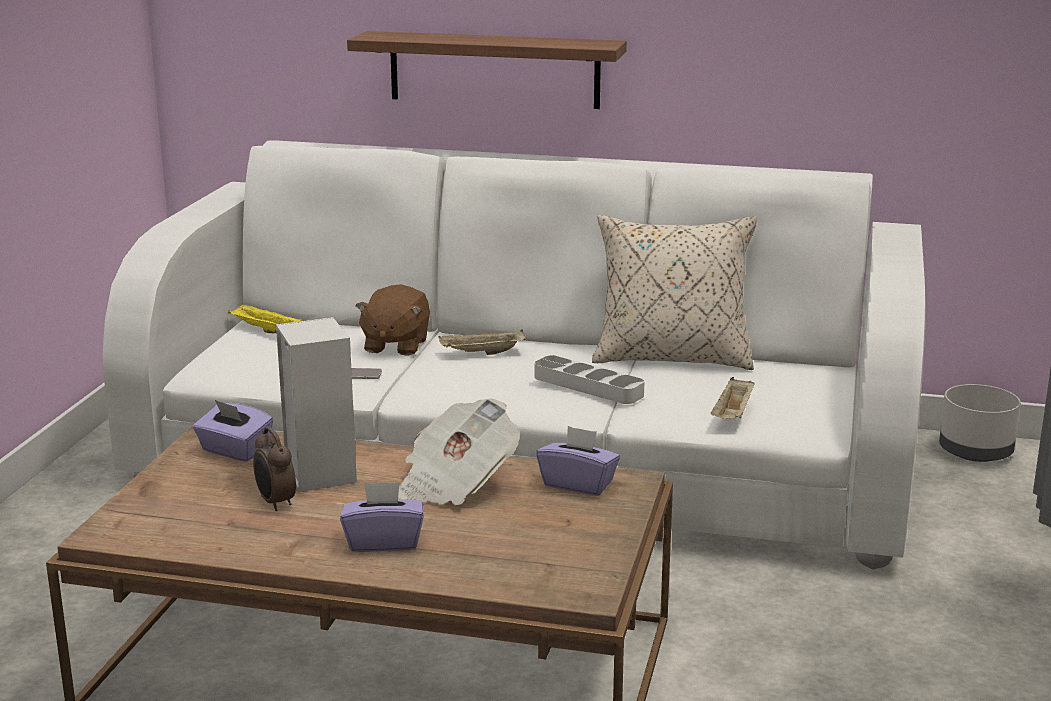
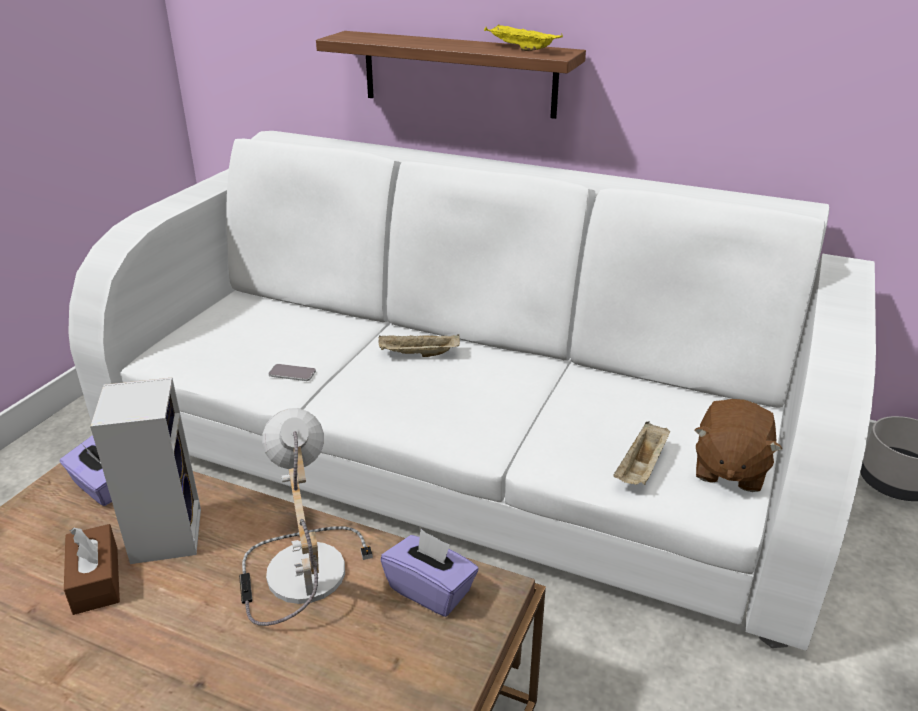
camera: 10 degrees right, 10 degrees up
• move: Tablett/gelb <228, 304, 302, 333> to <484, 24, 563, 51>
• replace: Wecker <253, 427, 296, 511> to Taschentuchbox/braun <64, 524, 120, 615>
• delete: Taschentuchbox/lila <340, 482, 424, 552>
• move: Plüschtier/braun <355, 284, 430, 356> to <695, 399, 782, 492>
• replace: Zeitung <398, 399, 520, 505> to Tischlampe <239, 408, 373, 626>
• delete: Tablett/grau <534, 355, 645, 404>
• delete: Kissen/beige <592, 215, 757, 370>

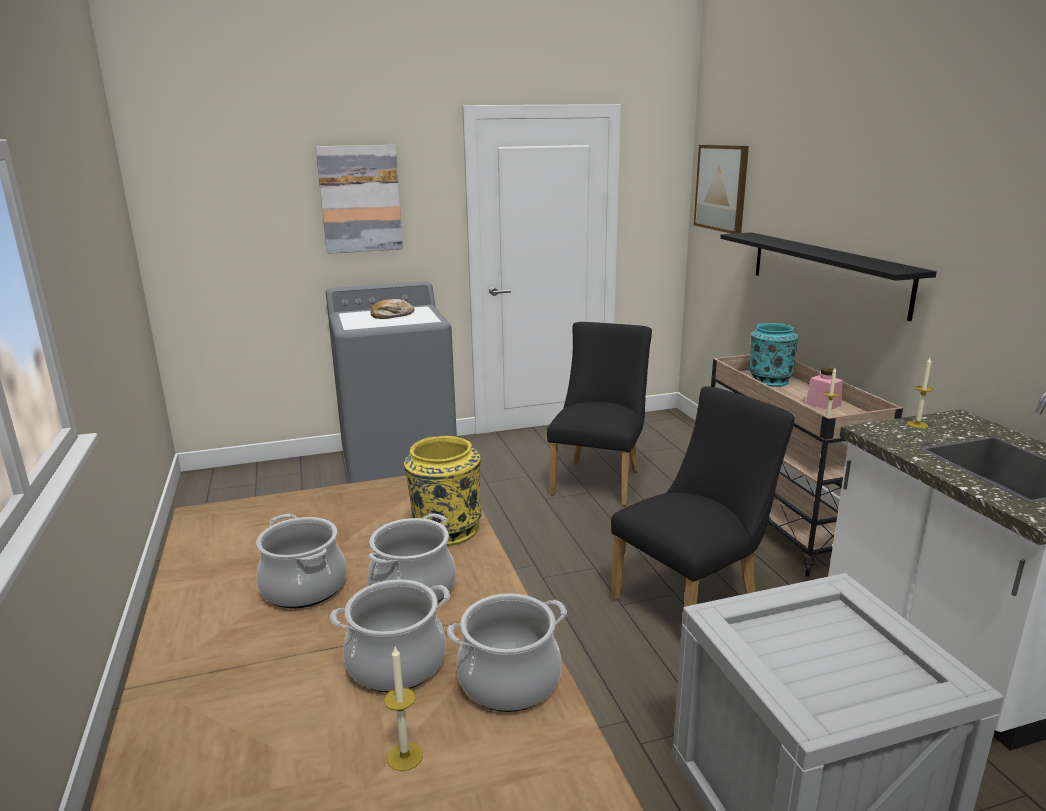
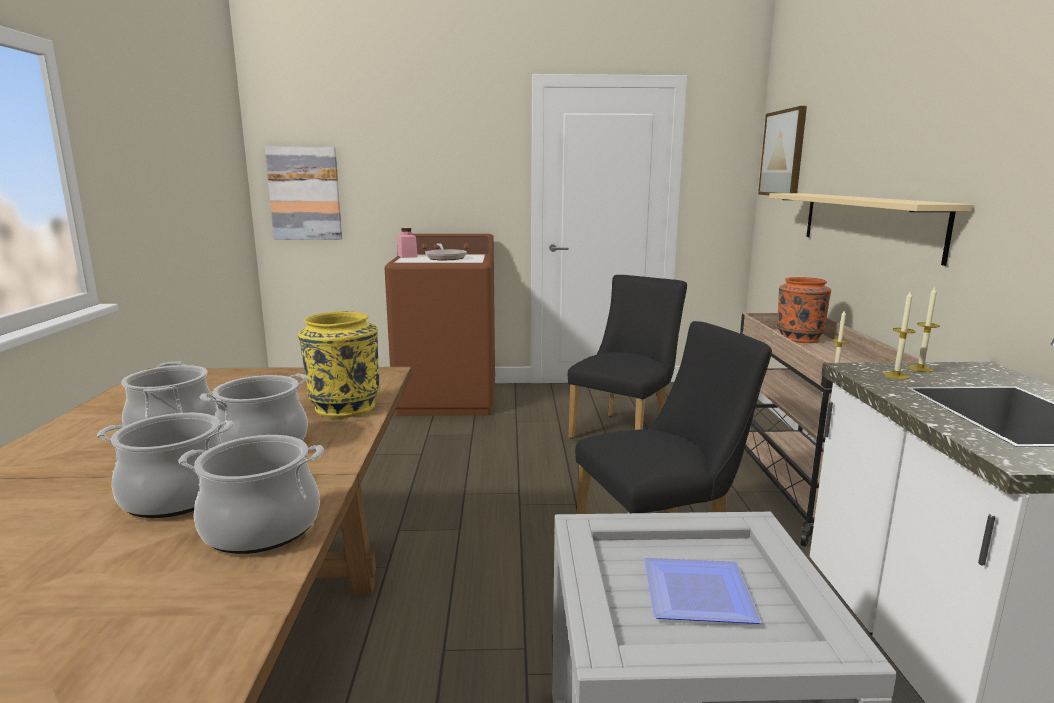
camera: 15 degrees right, 5 degrees down
• move: Bild <316, 145, 403, 254> to <265, 147, 342, 240>
• recolor: Waschmaschine/grau <326, 281, 457, 483> to Waschmaschine/braun <384, 234, 495, 416>
• replace: Brot <371, 299, 415, 319> to Pfanne <425, 243, 467, 261>
• move: Kerze <384, 647, 423, 771> to <884, 290, 915, 379>
• recolor: Wandregal/schwarz <720, 232, 937, 321> to Wandregal/beige <769, 193, 973, 266>
• recolor: Vase/türkis <749, 323, 798, 387> to Vase/orange <777, 277, 831, 343>
• move: Vorratsglas/rosa <806, 368, 843, 410> to <398, 228, 418, 258>
• insert: Teller <644, 558, 762, 624>

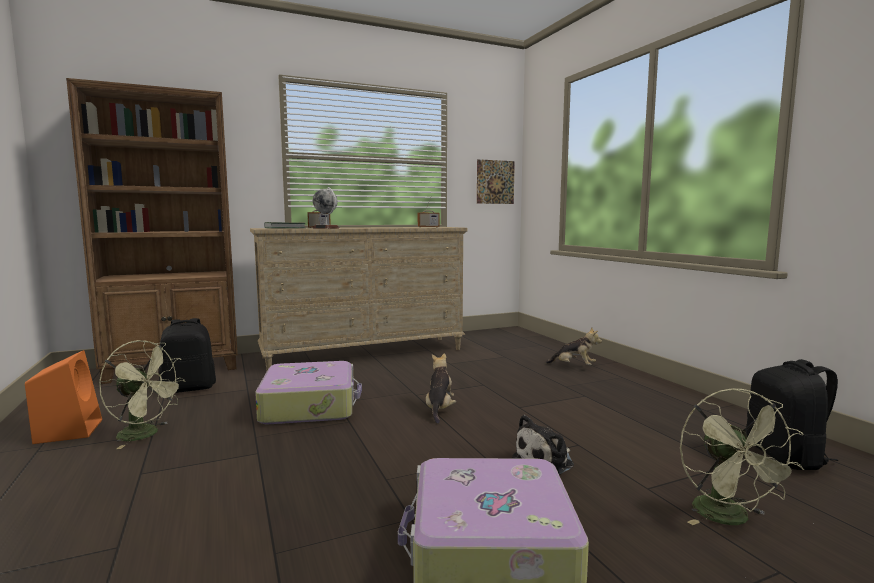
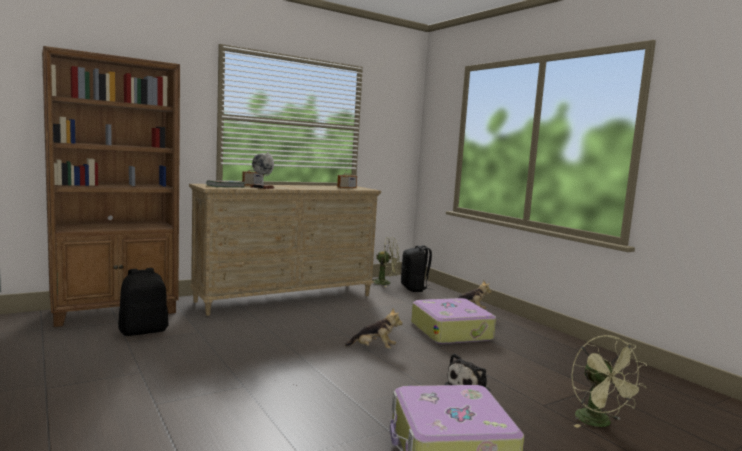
camera: 10 degrees left, 0 degrees up
• delete: Lautsprecher/orange <25, 350, 102, 444>
• move: Ventilator/grün <99, 340, 186, 449> to <373, 237, 400, 287>
• move: Koffer <255, 361, 362, 424> to <411, 298, 496, 344>
• rotate: Plüschtier <426, 353, 456, 424> = <345, 308, 403, 349> 105 degrees clockwise
• delete: Bild <477, 159, 515, 204>
• move: Rucksack/schwarz <746, 359, 839, 470> to <401, 245, 434, 292>

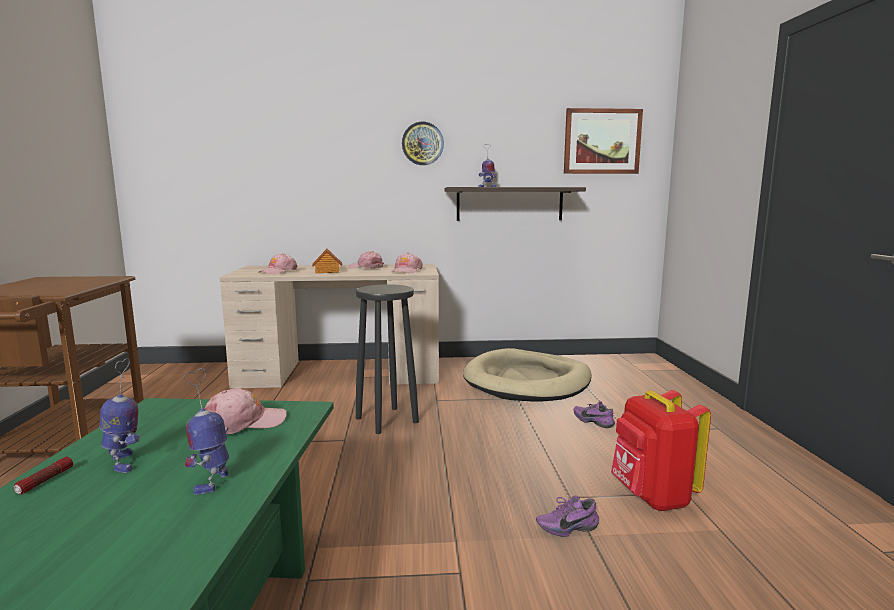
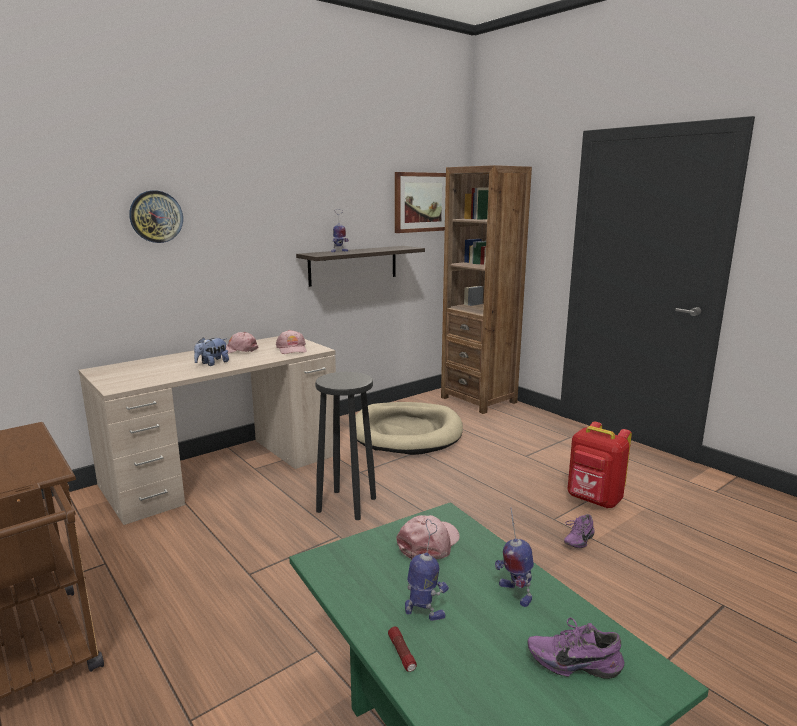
camera: 35 degrees left, 5 degrees up
• delete: Kappe/rosa <259, 253, 298, 274>
• replace: Spielzeughaus <312, 249, 342, 273> to Plüschtier <194, 337, 229, 366>
• move: Wanduhr <402, 122, 444, 165> to <129, 190, 183, 243>
• move: Schuh/lila <574, 401, 615, 428> to <528, 618, 625, 679>
• insert: Bücherregal/braun <441, 165, 532, 414>

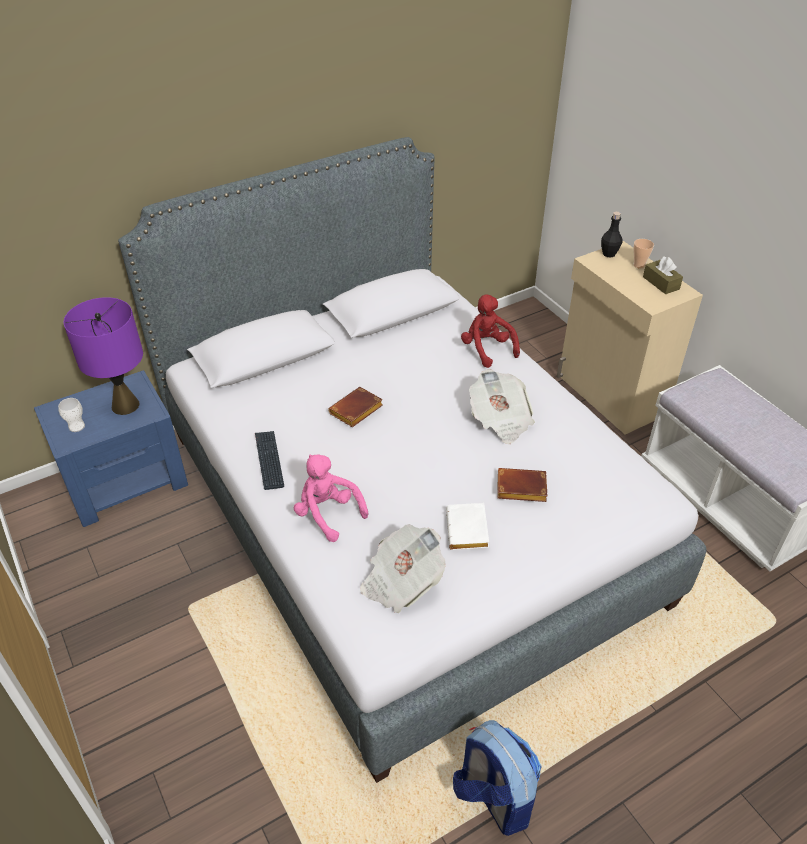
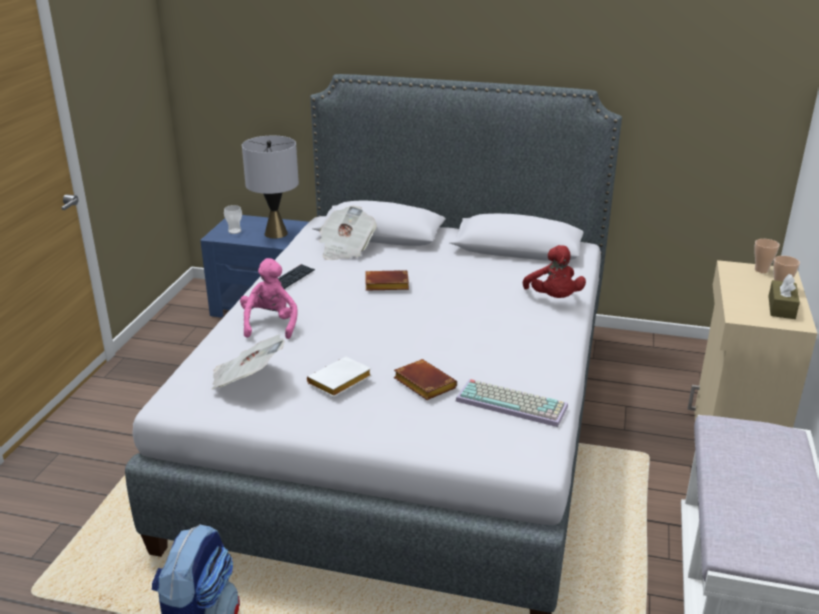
camera: 45 degrees right, 15 degrees down
• recolor: Tischlampe/lila <64, 297, 143, 415> to Tischlampe/grau <242, 136, 299, 239>
• rotate: Plüschtier/rot <461, 295, 520, 368> = <523, 245, 586, 298> 150 degrees clockwise
• move: Zeitung <469, 369, 535, 444> to <319, 206, 377, 260>
• replace: Flasche/schwarz <601, 212, 623, 257> to Tasse <754, 239, 780, 273>
• insert: Tastatur <456, 379, 568, 427>

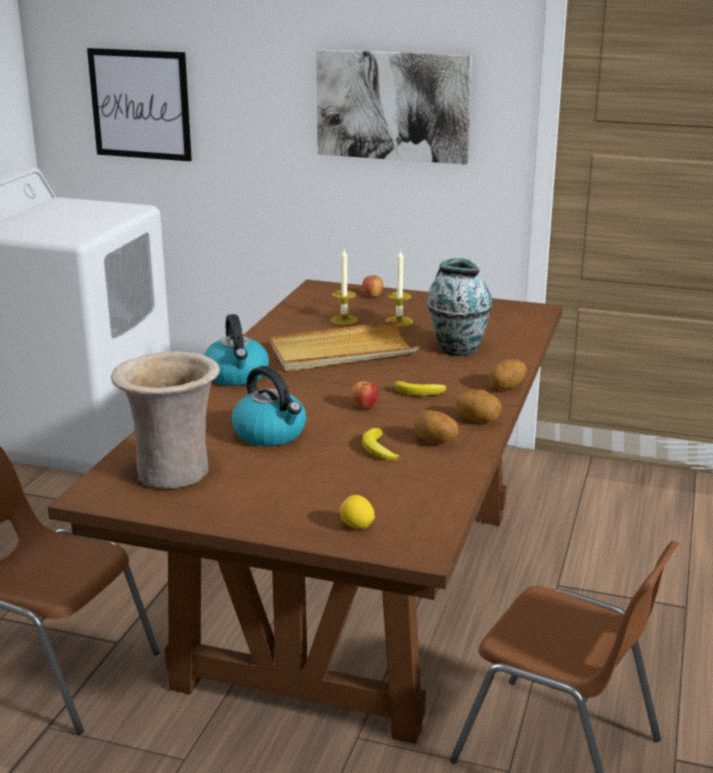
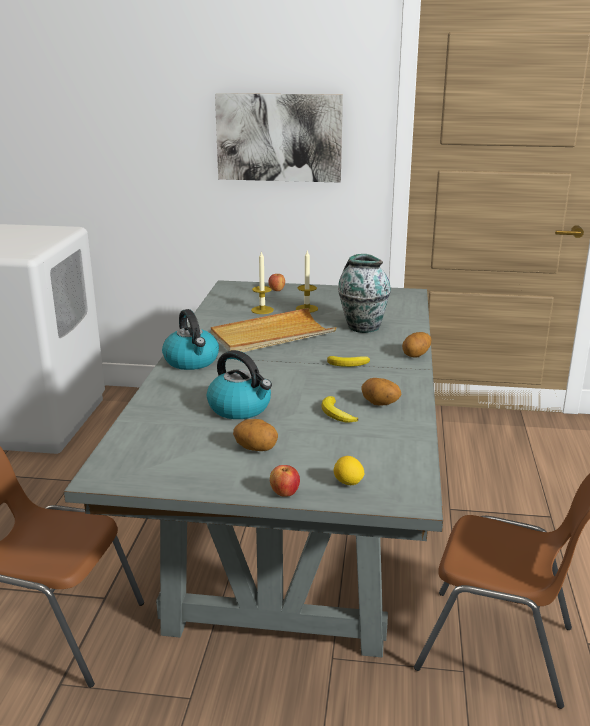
camera: 10 degrees left, 0 degrees up
• recolor: Esstisch/braun <48, 279, 563, 744> to Esstisch/grau <64, 280, 443, 658>
• delete: Bild <87, 48, 192, 161>
• delete: Vase/beige <111, 351, 220, 489>
• move: Apfel <351, 381, 379, 409> to <270, 465, 300, 497>
• move: Kartoffel <455, 389, 501, 423> to <233, 419, 278, 451>

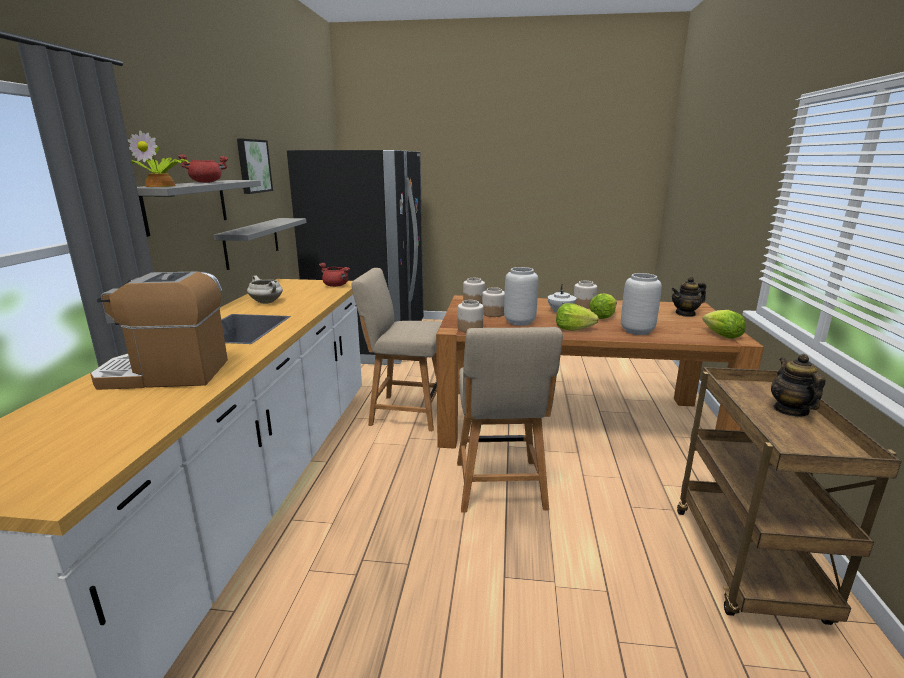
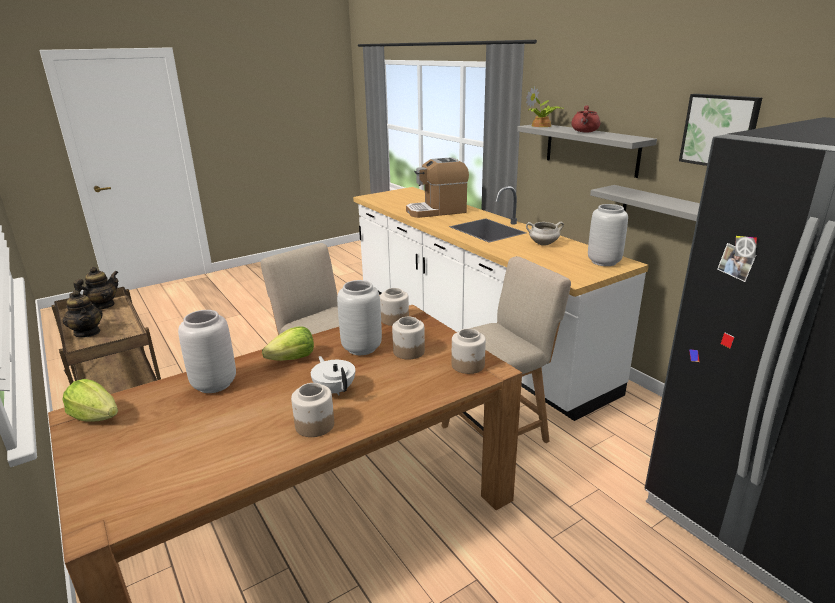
camera: 140 degrees right, 5 degrees up
• rotate: Kaffeemaschine <90, 271, 228, 390> = <406, 157, 469, 218> 150 degrees counterclockwise
• delete: Kochtopf/rot <319, 263, 350, 287>
• delete: Salatkopf <589, 294, 617, 319>
• move: Teekanne <671, 277, 706, 317> to <73, 267, 118, 310>
• insert: Vase/grau <588, 204, 628, 266>

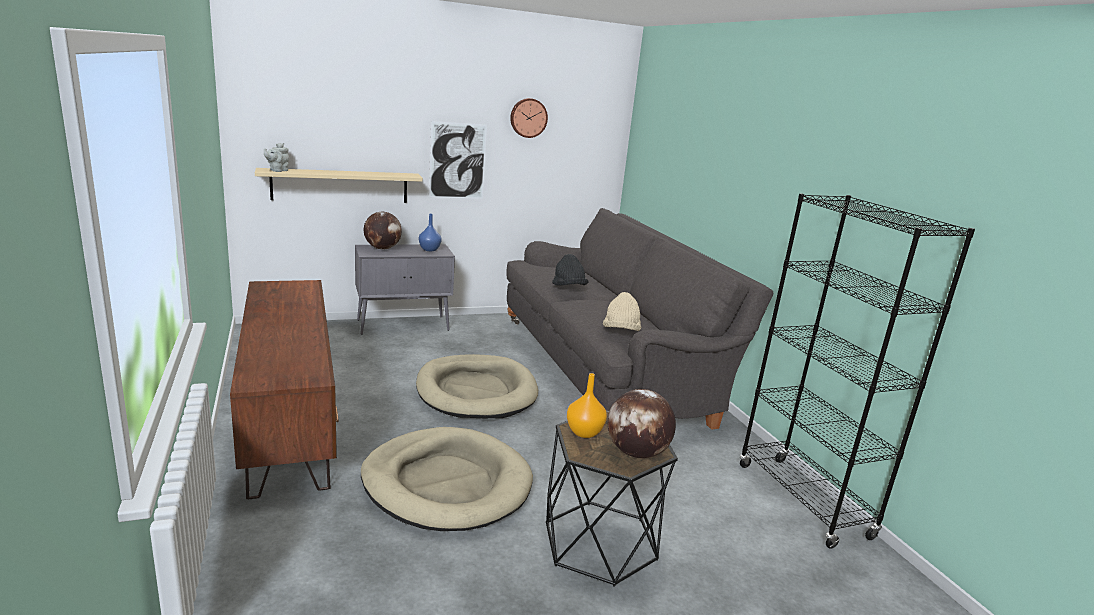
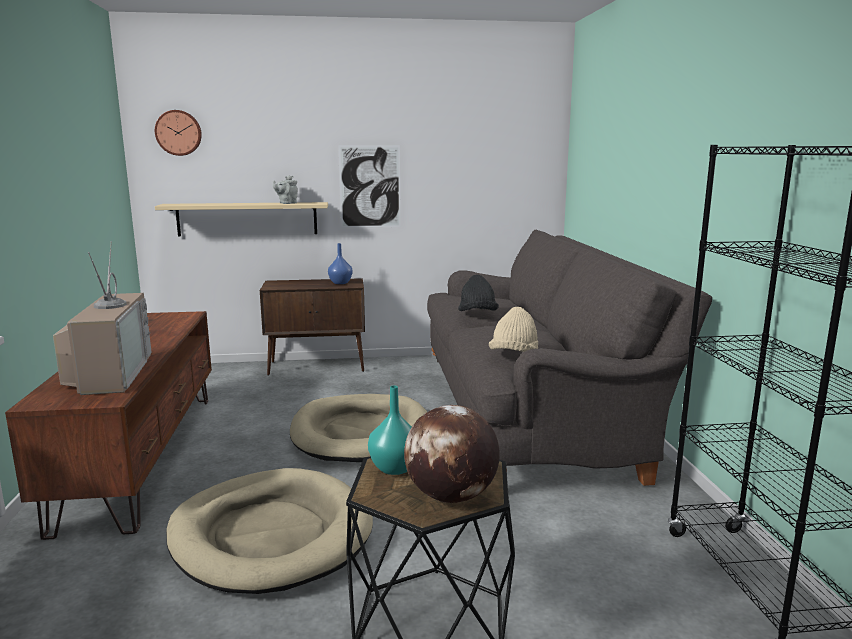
camera: 15 degrees right, 5 degrees down
• move: Teekanne/grau <264, 143, 289, 172> to <273, 176, 298, 204>
• recolor: Schrank/grau <355, 244, 455, 335> to Schrank/braun <260, 278, 365, 376>
• delete: Globus <364, 212, 402, 249>
• move: Wanduhr <510, 98, 548, 138> to <155, 110, 202, 156>
• recolor: Vase/orange <567, 373, 607, 438> to Vase/türkis <368, 386, 412, 475>
• insert: Fernseher <53, 241, 151, 395>

